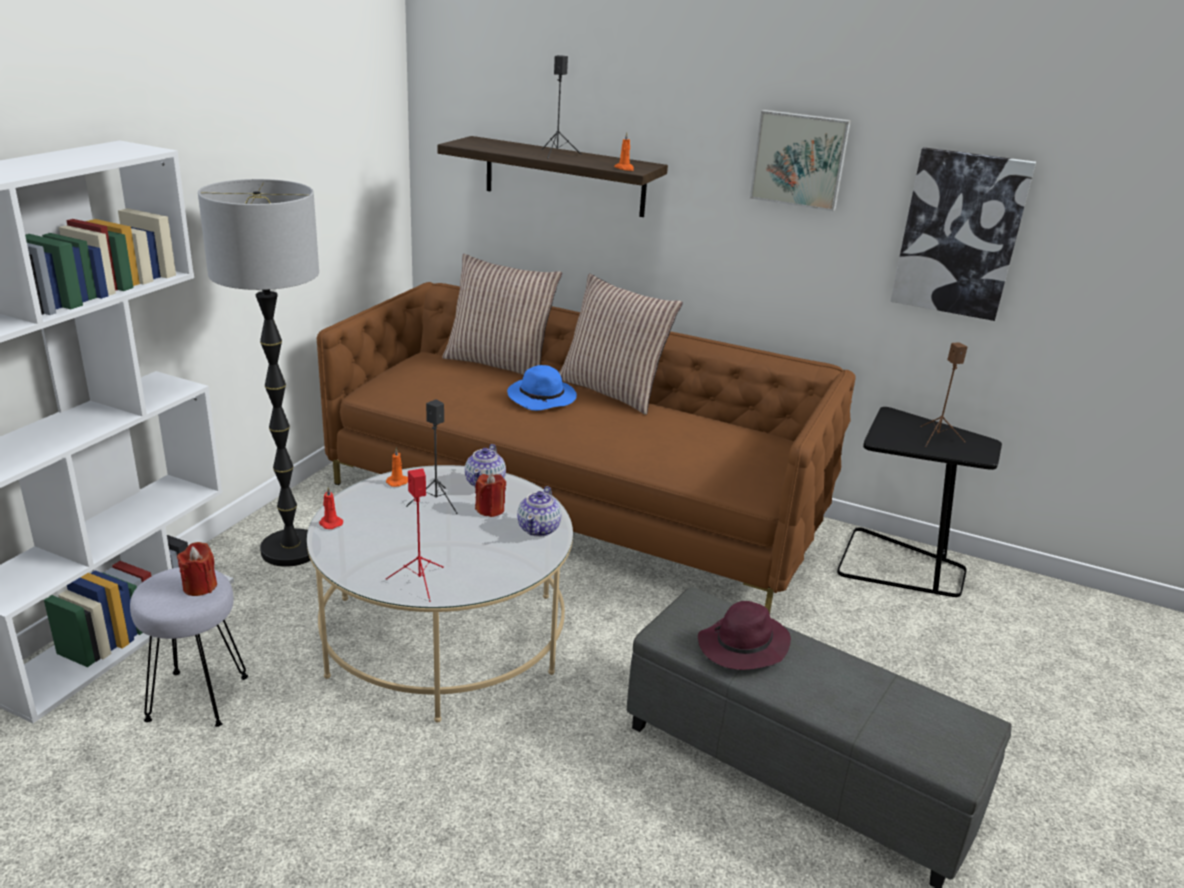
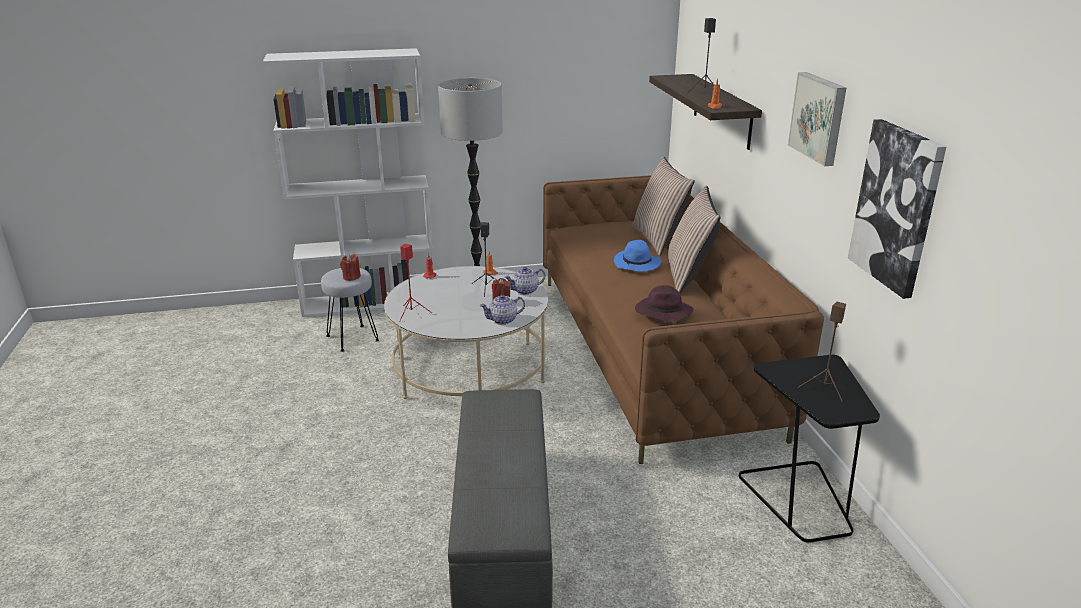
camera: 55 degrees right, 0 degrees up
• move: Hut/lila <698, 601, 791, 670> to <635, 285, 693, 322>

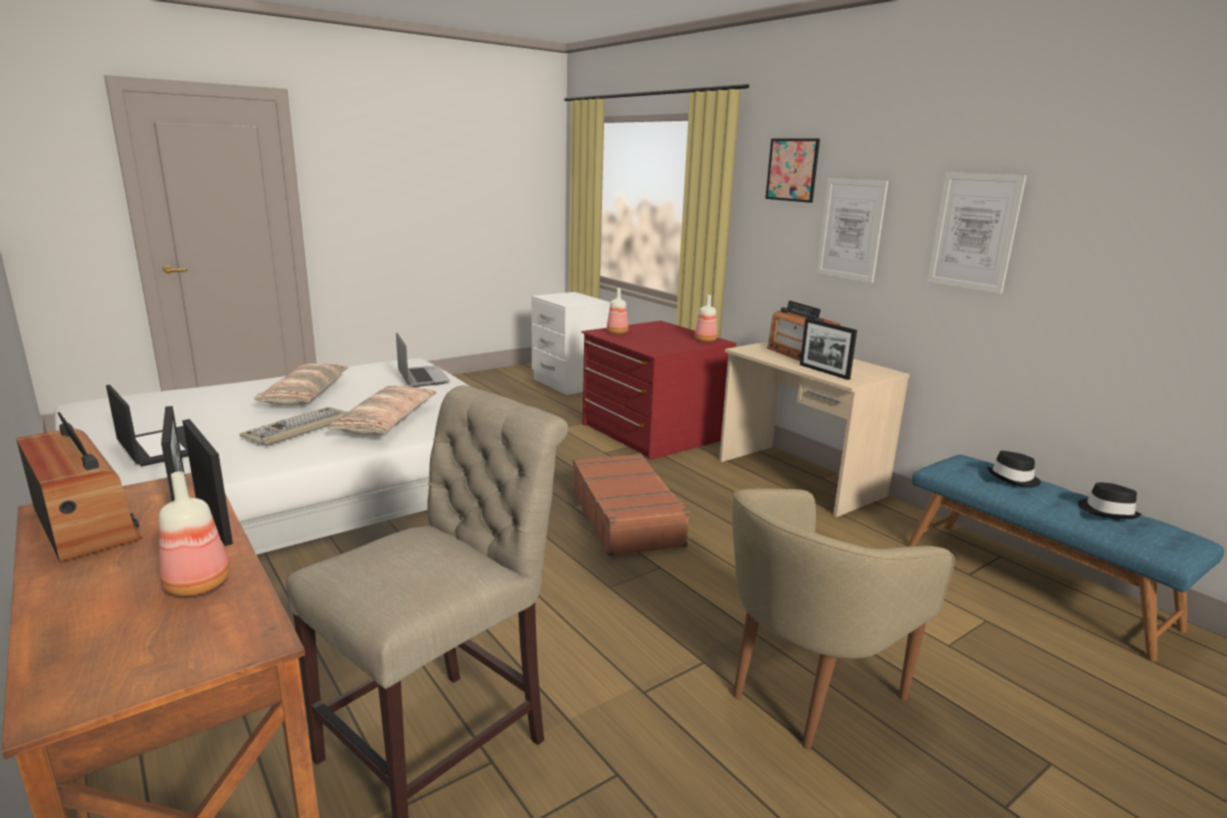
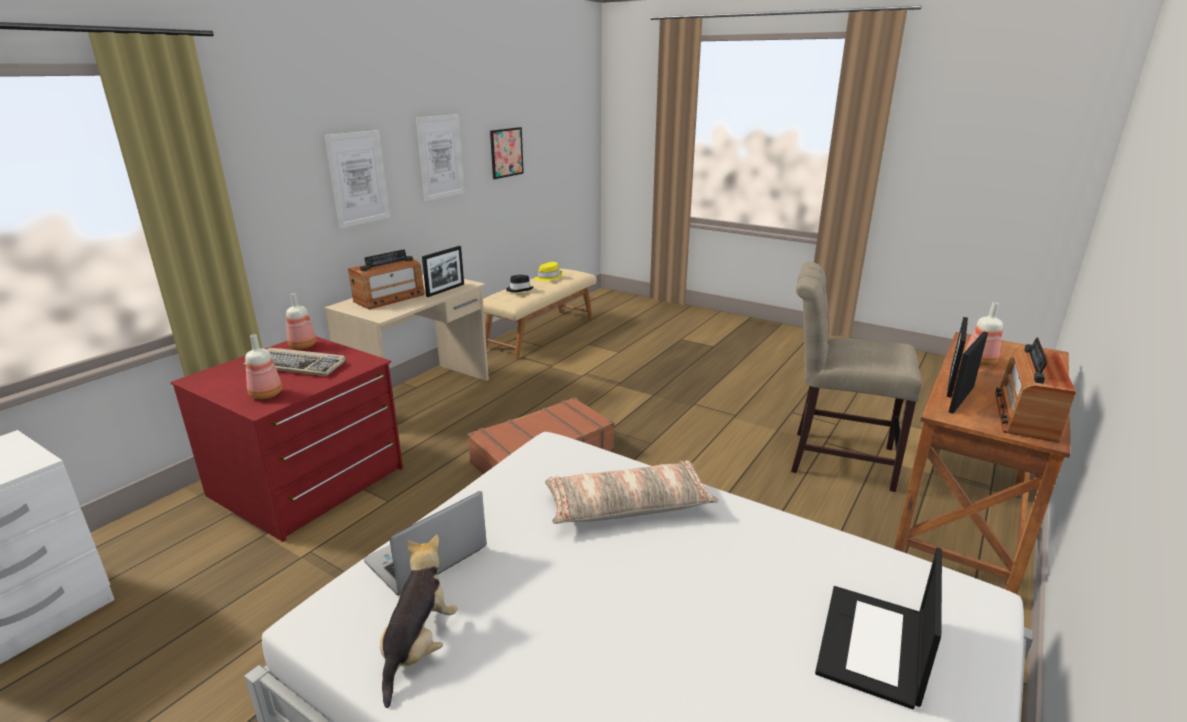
camera: 110 degrees left, 5 degrees up
• move: Tastatur <239, 407, 347, 446> to <243, 348, 345, 376>
• delete: Kissen <254, 363, 348, 406>
• delete: Sessel/beige <732, 489, 955, 749>
• move: Bild <765, 139, 820, 203> to <490, 127, 524, 179>
• recolor: Bank/blau <907, 455, 1224, 662> to Bank/beige <483, 269, 597, 360>
• recolor: Hut/schwarz <1078, 483, 1142, 519> to Hut/gelb <534, 262, 562, 281>
• insert: Plüschtier <380, 535, 457, 708>

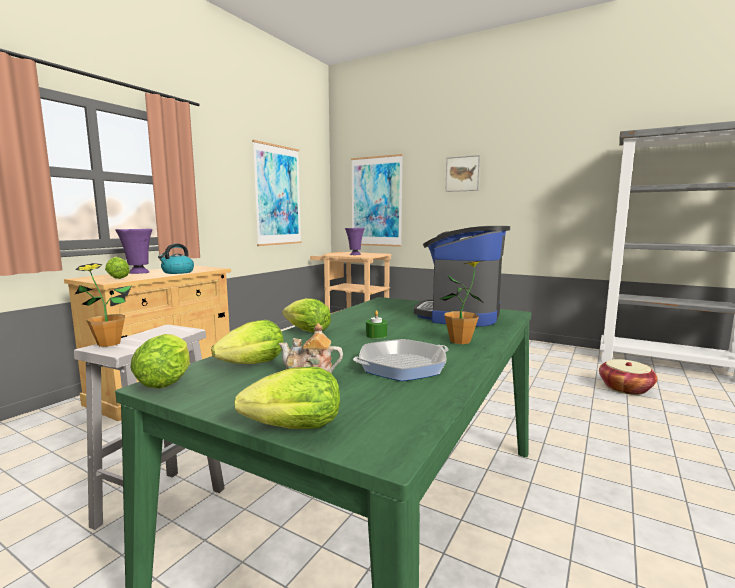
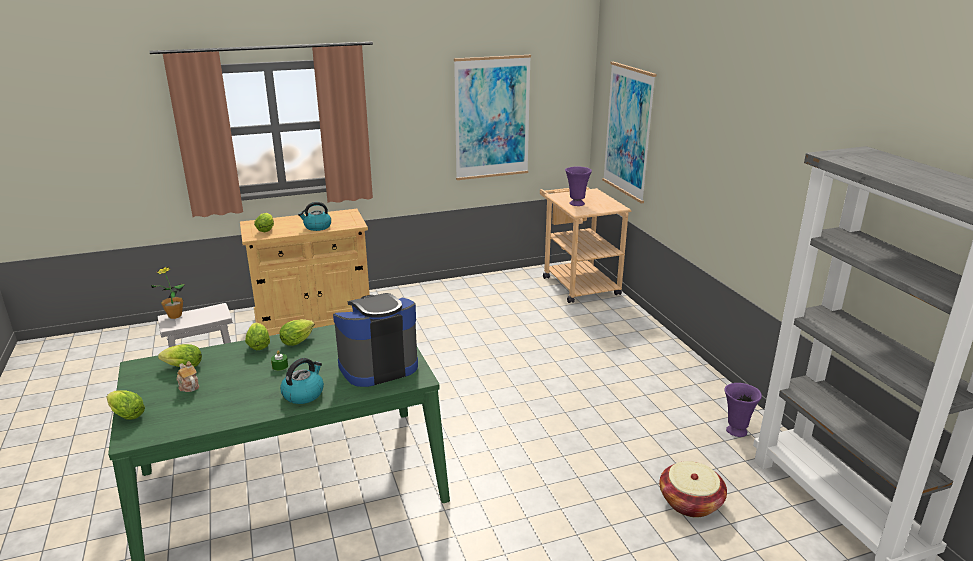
camera: 40 degrees right, 15 degrees up
• move: Vase/lila <115, 229, 152, 274> to <724, 383, 762, 437>
• move: Salatkopf <130, 334, 190, 389> to <279, 319, 315, 346>
• delete: Pfanne <353, 339, 449, 381>
• replace: Topfpflanze <440, 260, 485, 344> to Wasserkessel <280, 358, 324, 404>
• delete: Bild <445, 155, 480, 192>

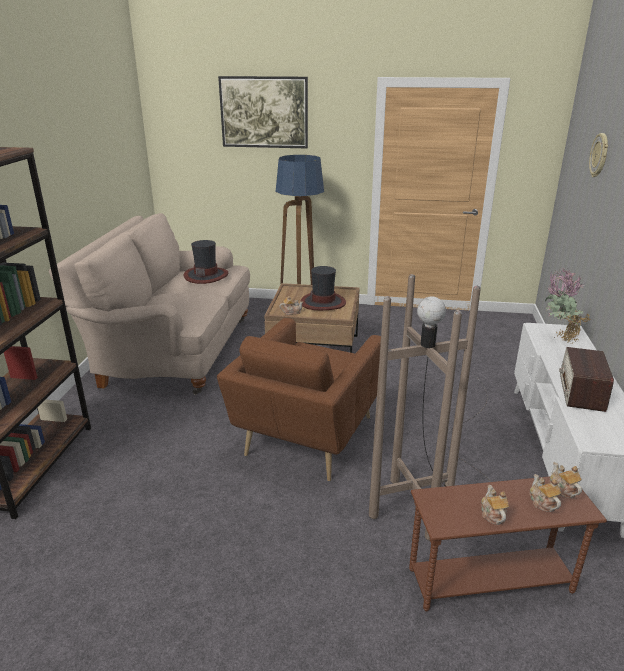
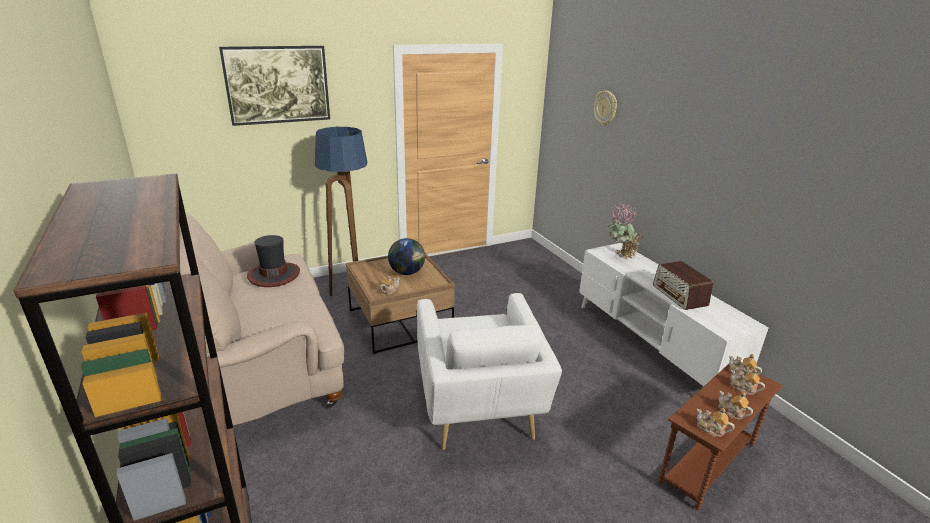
camera: 35 degrees left, 0 degrees up
• recolor: Sessel/braun <217, 318, 381, 481> to Sessel/weiß <417, 293, 562, 450>
• replace: Hut <300, 266, 346, 310> to Globus <388, 238, 425, 275>
• delete: Stehlampe/braun <369, 274, 491, 541>
• insert: Teekanne <697, 408, 734, 437>

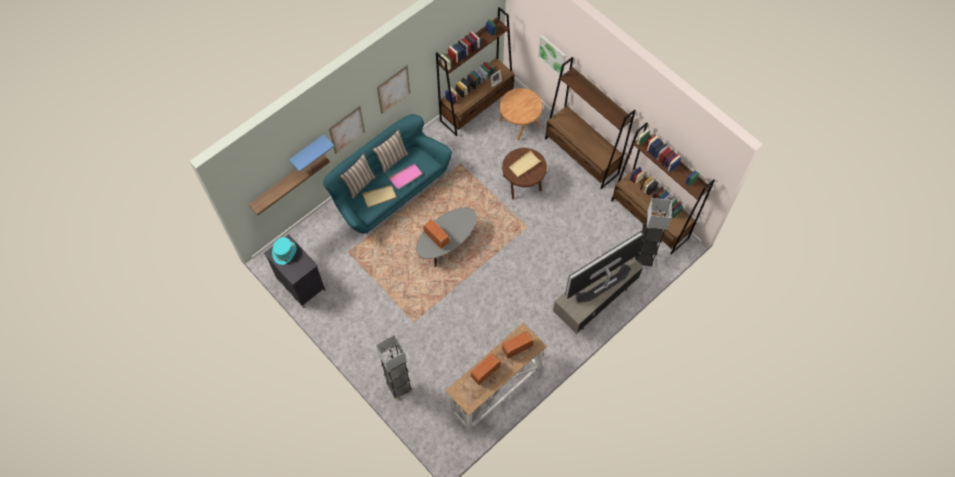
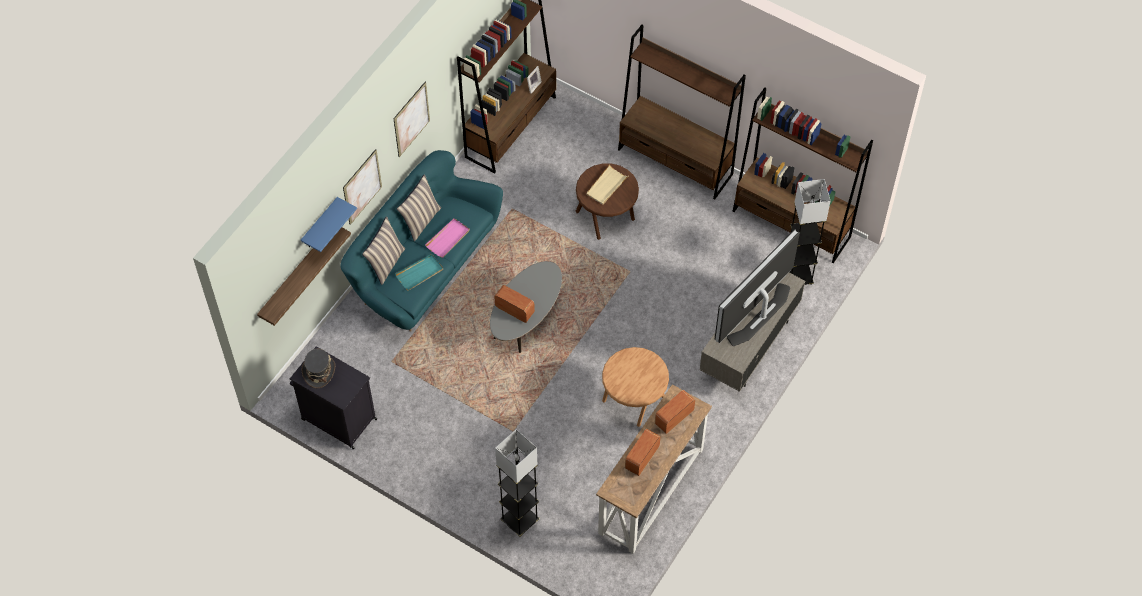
camera: 15 degrees left, 5 degrees down
• recolor: Hut/türkis <272, 237, 296, 265> to Hut/grau <302, 349, 335, 388>
• recolor: Tablett/beige <363, 185, 396, 207> to Tablett/türkis <395, 254, 443, 291>
• move: Beistelltisch/braun <499, 88, 543, 140> to <602, 347, 669, 427>
• delete: Bild <538, 35, 566, 76>

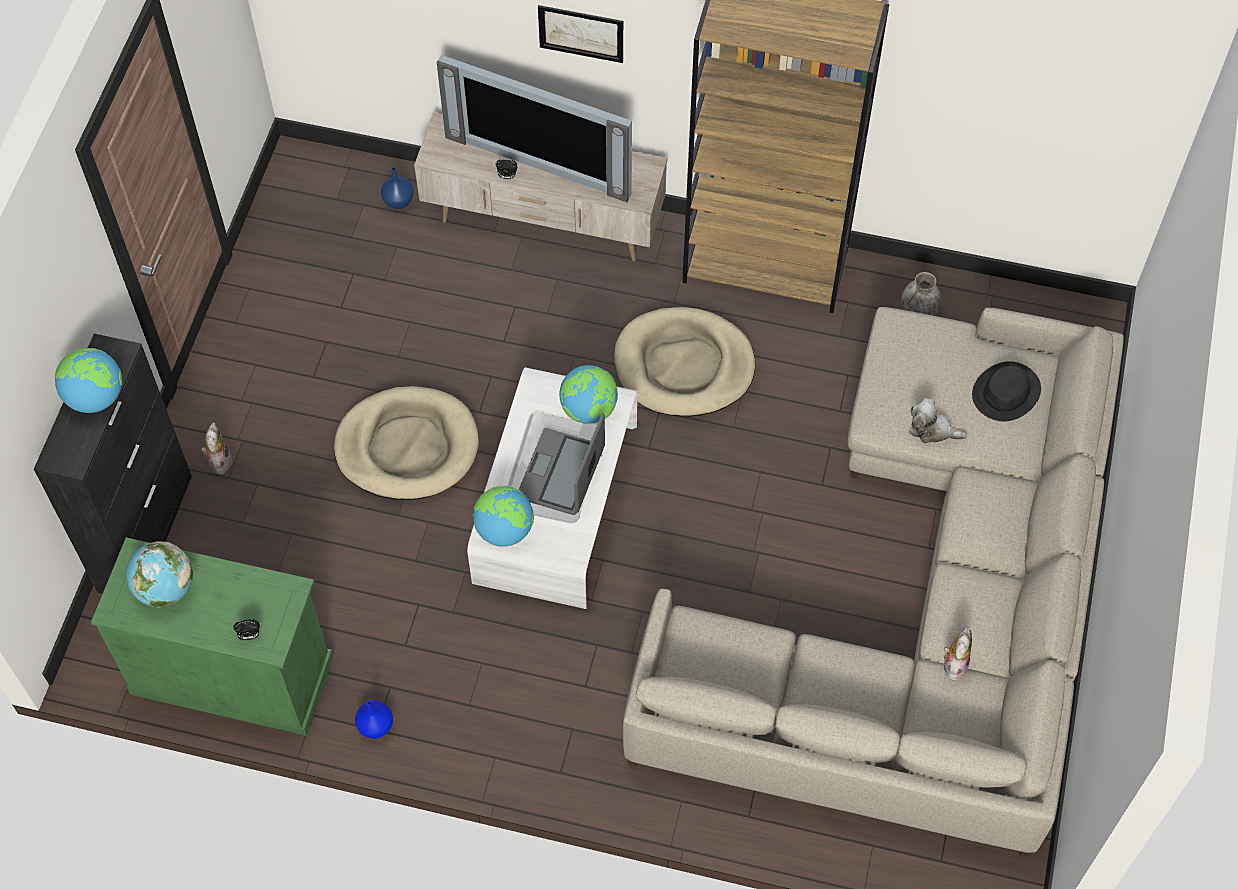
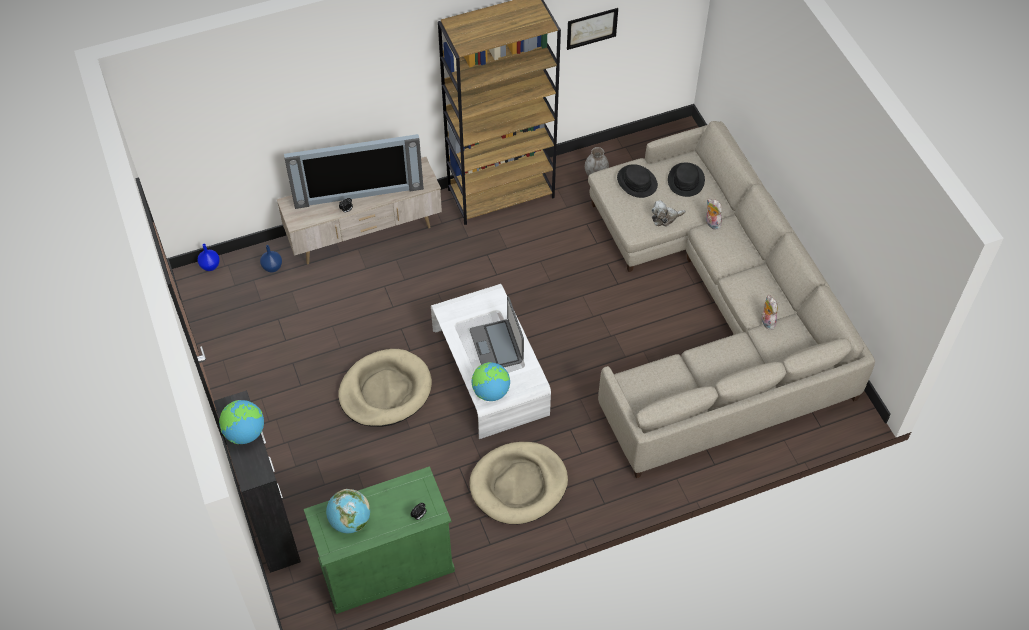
camera: 35 degrees left, 5 degrees down
• move: Plüschtier <201, 423, 232, 475> to <706, 198, 722, 230>
• move: Vase/blau <355, 700, 393, 739> to <198, 244, 220, 271>
• move: Bild <538, 5, 623, 63> to <567, 8, 618, 50>
• delete: Globus <559, 365, 618, 424>
• move: Hundebett/beige <614, 307, 755, 417> to <470, 442, 568, 524>
• insert: Hut/schwarz <617, 164, 658, 198>

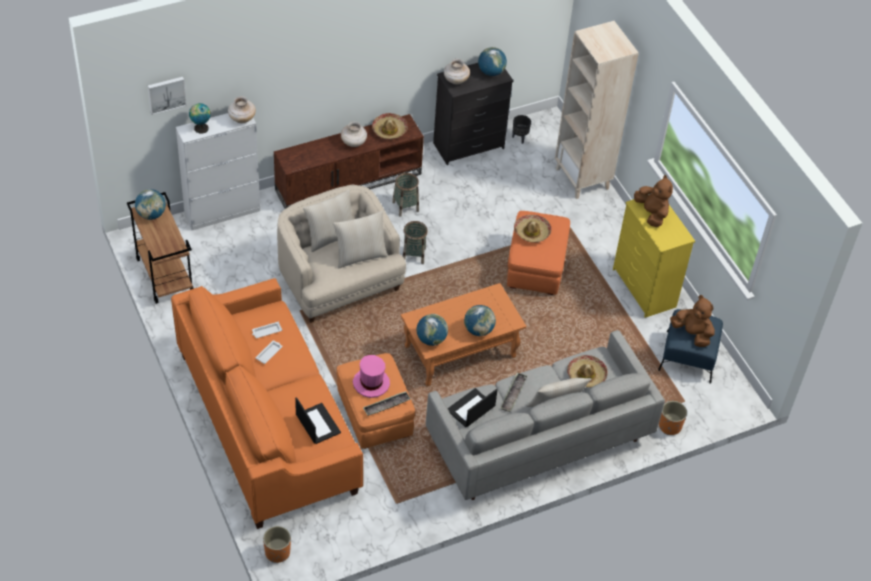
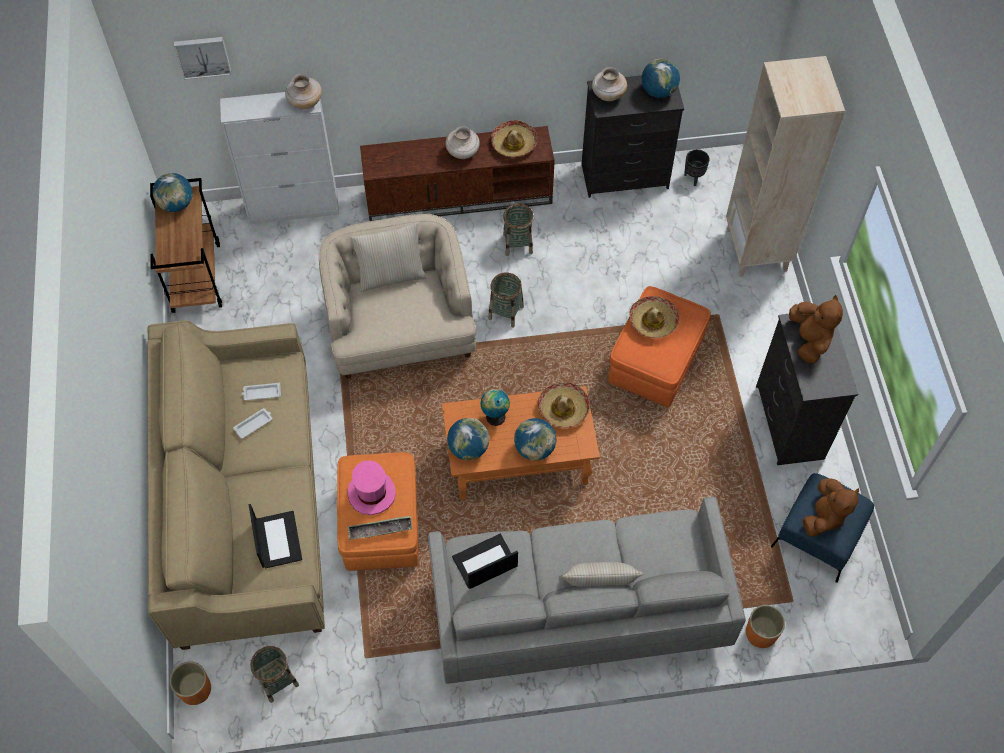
camera: 20 degrees right, 10 degrees up
• recolor: Sofa/orange <171, 278, 363, 529> to Sofa/beige <147, 320, 325, 650>
• move: Globus <189, 103, 211, 134> to <480, 389, 510, 426>
• delete: Kissen/beige <333, 210, 388, 268>
• delete: Tablett <500, 373, 527, 412>
• move: Hut <567, 355, 608, 387> to <538, 382, 590, 428>
• recolor: Kommode/gelb <613, 199, 695, 318> to Kommode/schwarz <756, 314, 858, 465>
• rotate: Plüschtier/braun <670, 295, 715, 347> = <803, 478, 859, 537> 60 degrees clockwise
• insert: Korb <250, 646, 299, 703>

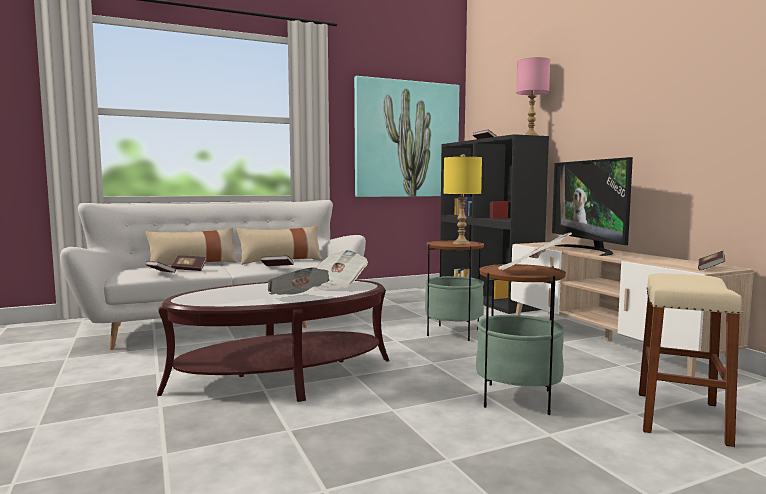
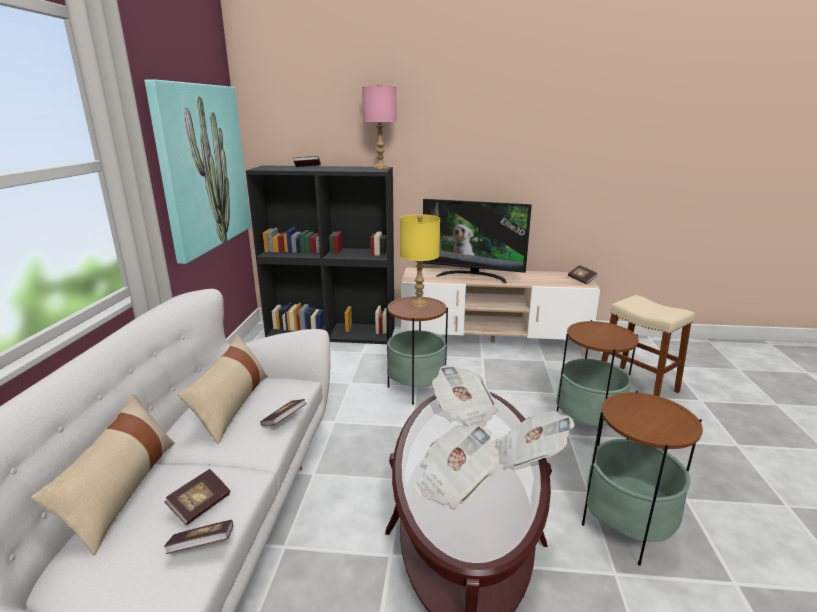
camera: 60 degrees left, 15 degrees up
• move: Zeitung <498, 232, 572, 270> to <414, 425, 500, 508>
• insert: Beistelltisch <582, 391, 703, 566>

